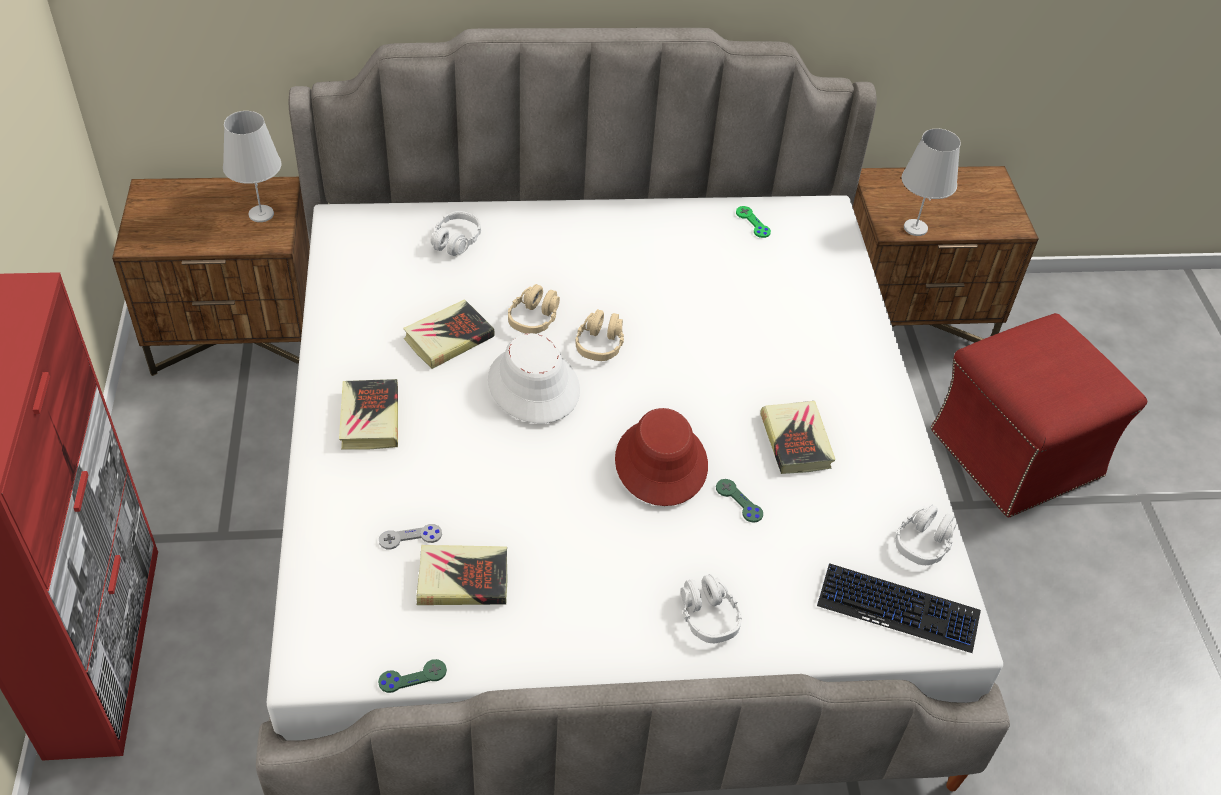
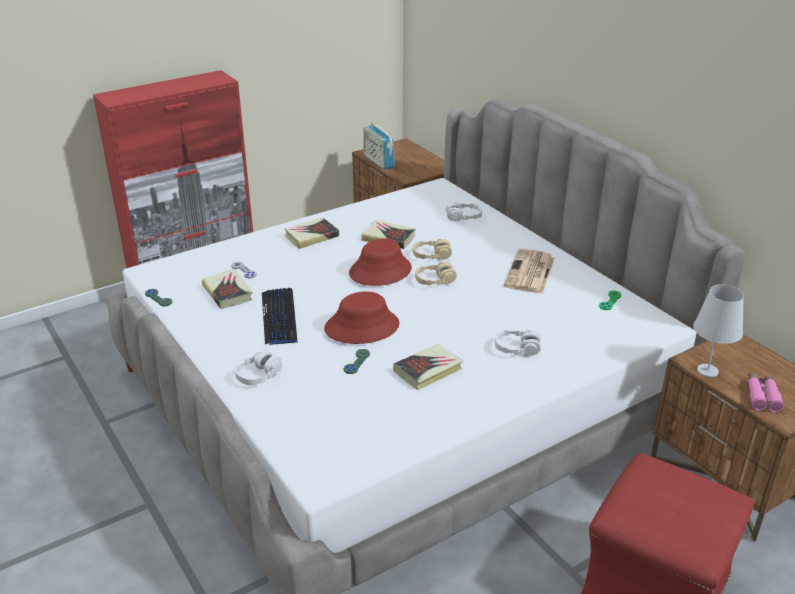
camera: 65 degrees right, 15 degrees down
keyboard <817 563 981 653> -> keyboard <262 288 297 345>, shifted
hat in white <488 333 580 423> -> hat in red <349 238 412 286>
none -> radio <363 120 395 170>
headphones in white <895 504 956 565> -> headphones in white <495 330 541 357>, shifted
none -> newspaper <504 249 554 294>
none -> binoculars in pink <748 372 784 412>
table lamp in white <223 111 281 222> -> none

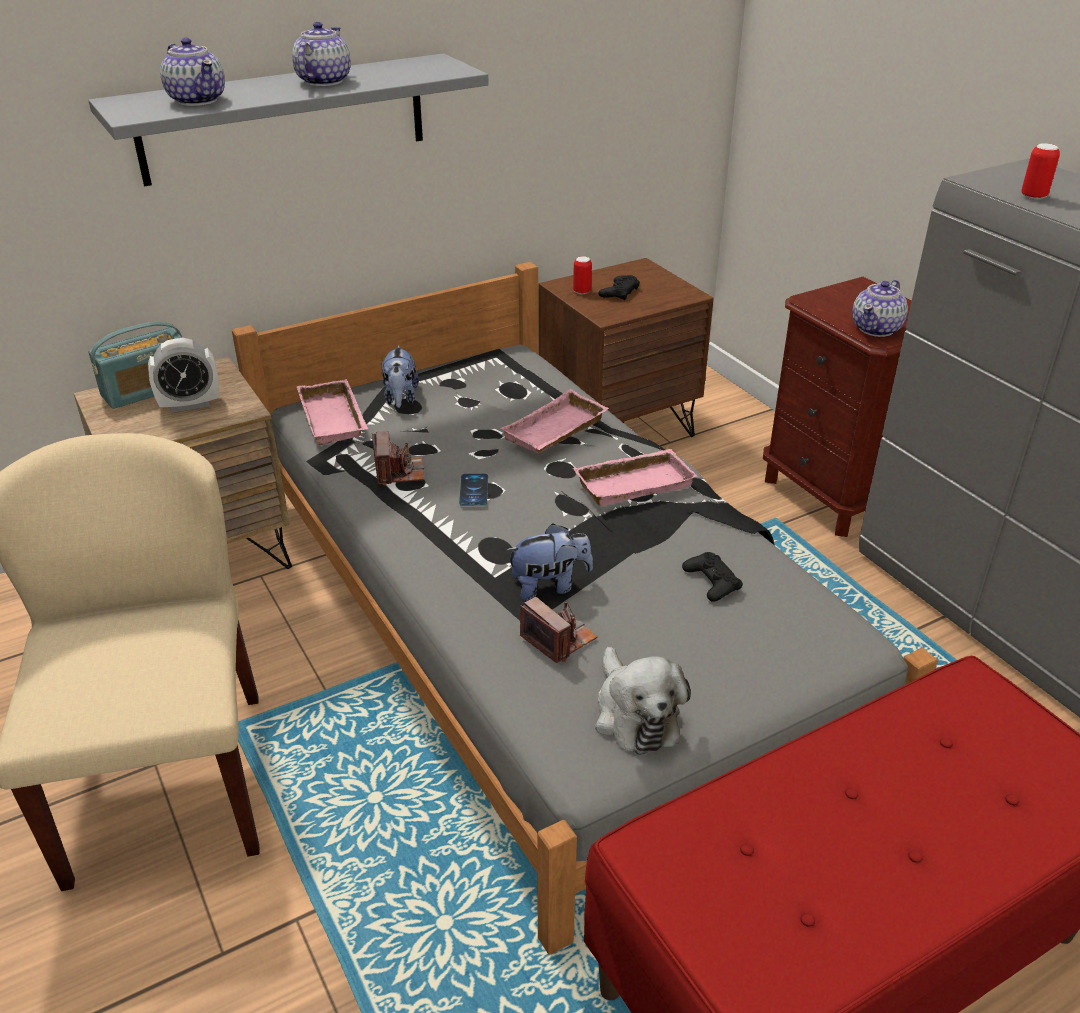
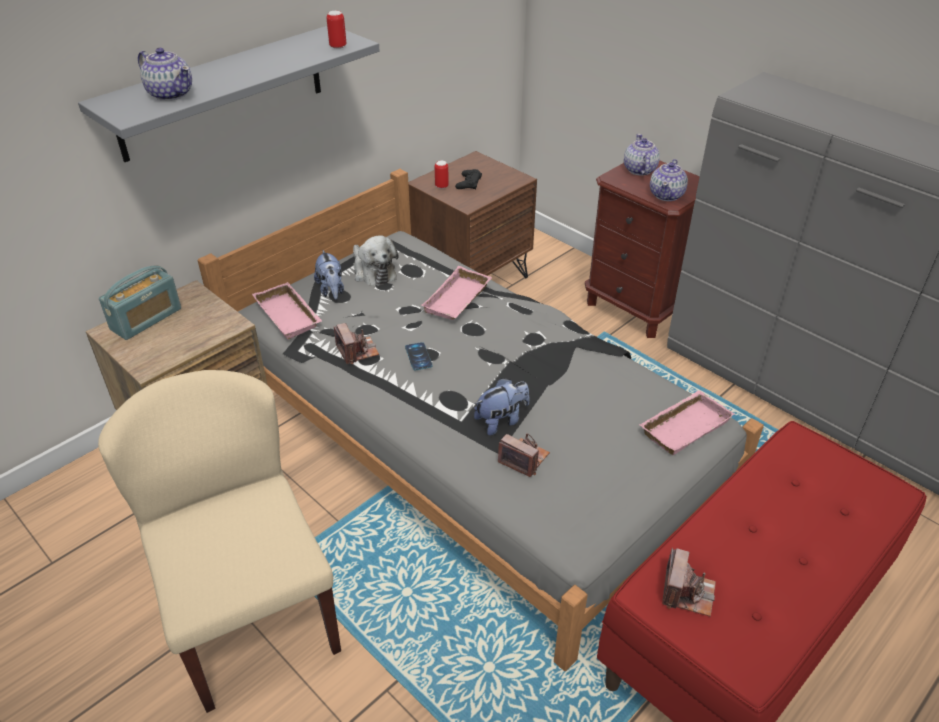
camera: 15 degrees left, 5 degrees up
can <1021 143 1060 200> -> can <326 11 346 49>, shifted
plush toy <595 647 691 755> -> plush toy <353 235 399 286>, shifted
teapot <292 22 351 86> -> teapot <624 134 660 175>, shifted
tray in pink <573 449 697 506> -> tray in pink <640 390 734 455>, shifted
none -> photo camera <662 548 716 616>
alarm clock <148 338 219 413> -> none
game controller in black <682 552 743 602> -> none

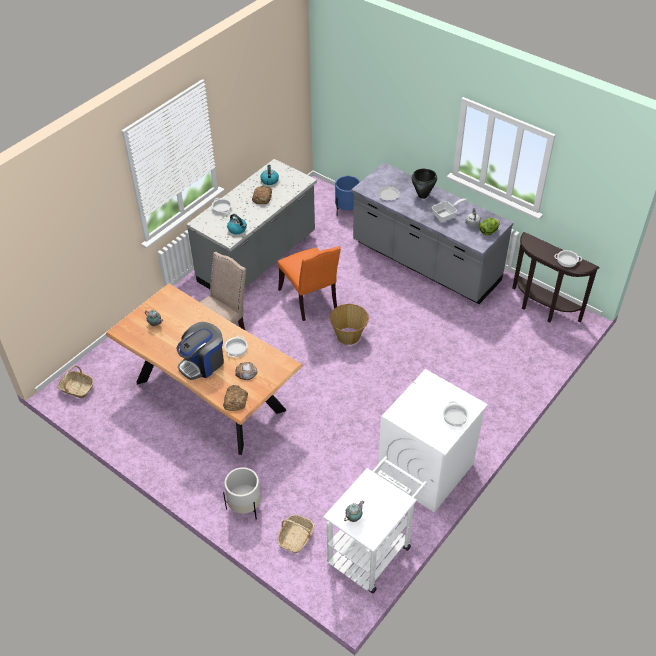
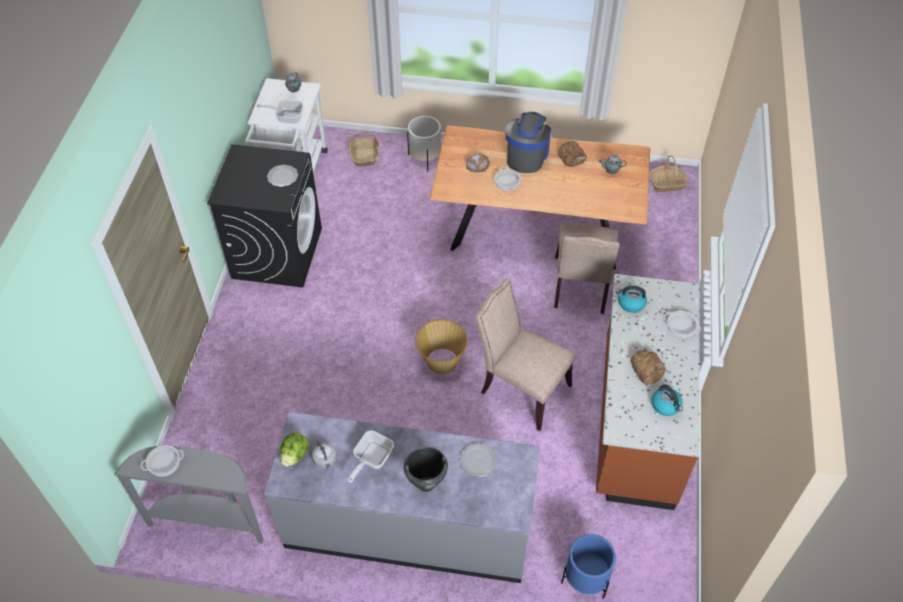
camera: 150 degrees right, 5 degrees up
console table in brown <512 232 599 323> -> console table in grey <114 446 264 543>
washing machine in white <378 369 488 512> -> washing machine in black <207 144 322 288>
none -> frying pan <256 100 303 123>
none -> plate <267 164 298 187>
chair in orange <278 246 341 321> -> chair in beige <475 279 576 431>
bread <223 385 248 411> -> bread <558 141 587 167>, shifted
counter in grey <186 159 317 289> -> counter in brown <596 274 700 510>
cooking pot <443 401 469 427> -> none

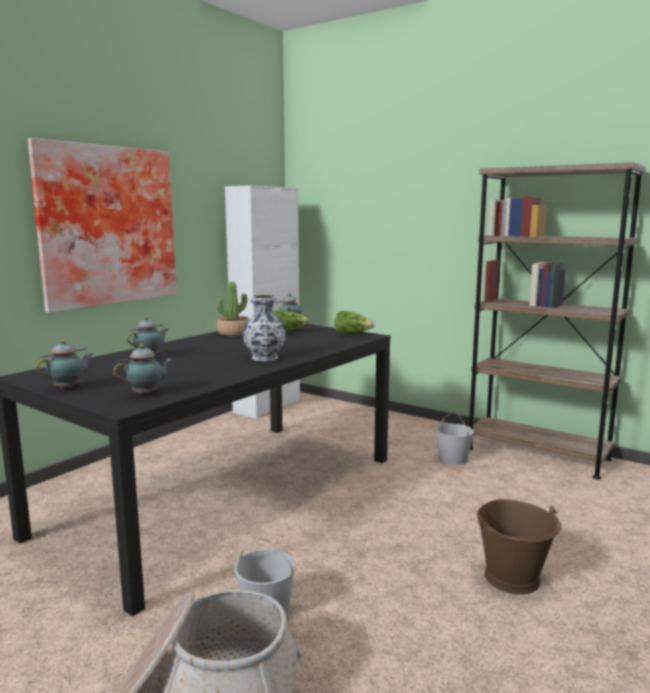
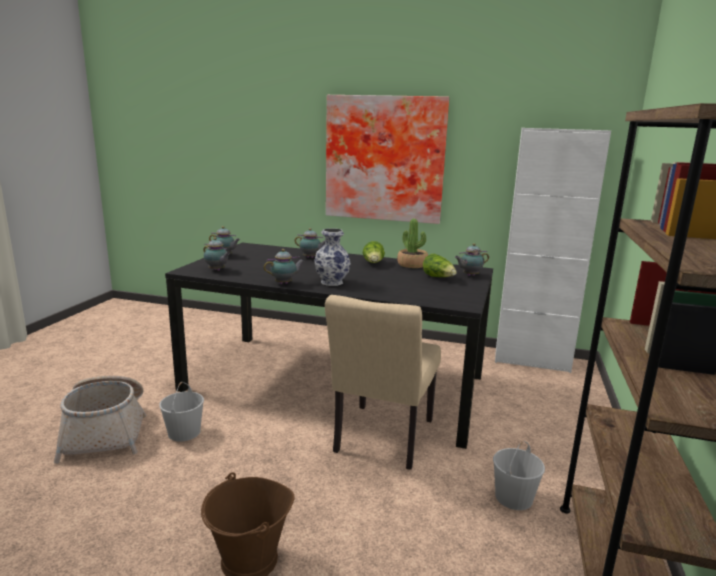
camera: 70 degrees right, 5 degrees up
none -> teapot <263 249 304 284>
none -> chair in beige <325 295 441 470>
lettuce <335 311 375 334> -> lettuce <363 241 385 263>, shifted

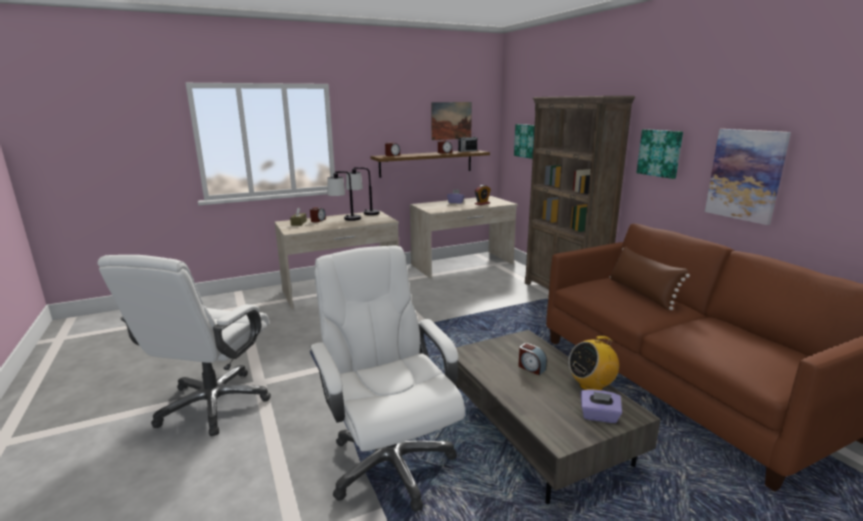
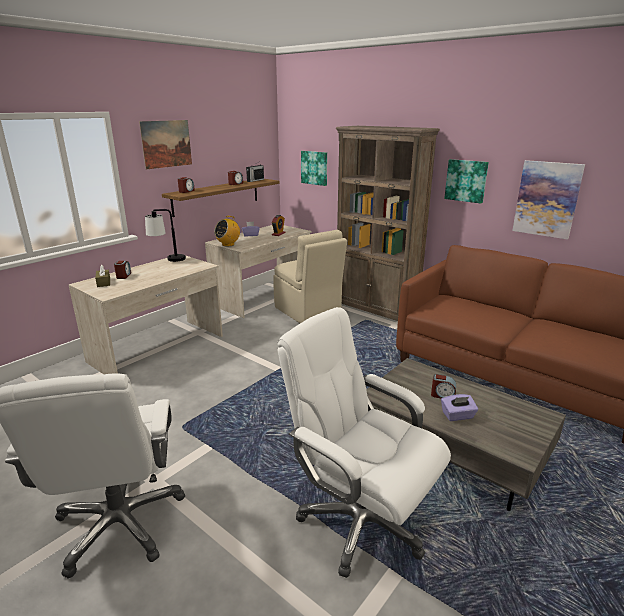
camera: 25 degrees left, 5 degrees up
picture <431 102 472 140> -> picture <139 120 192 169>, shifted
radio <568 336 619 390> -> radio <214 216 240 247>, shifted
none -> chair in beige <273 230 347 323>
tissue box in purple <580 390 622 423> -> tissue box in purple <441 394 478 421>, shifted
table lamp <327 171 361 221> -> none
pillow in brown <610 246 690 310> -> none

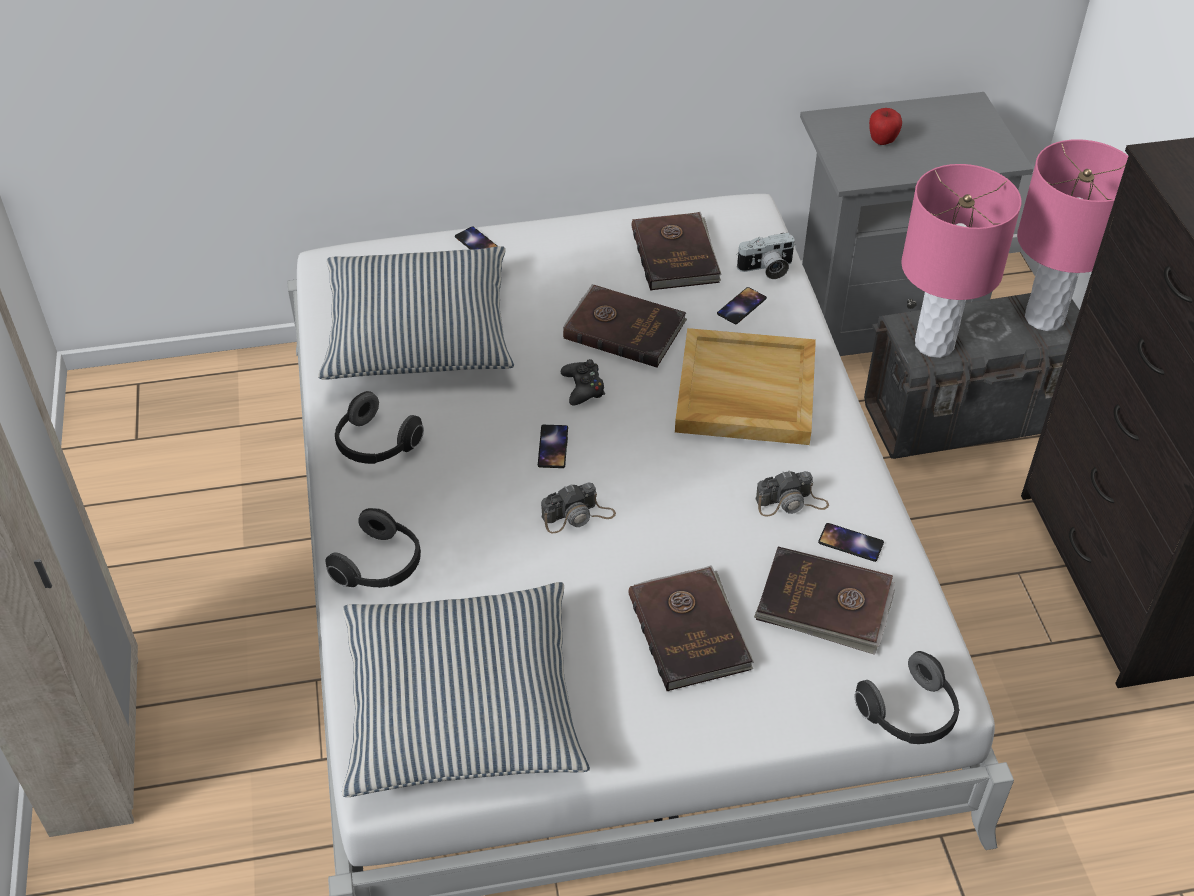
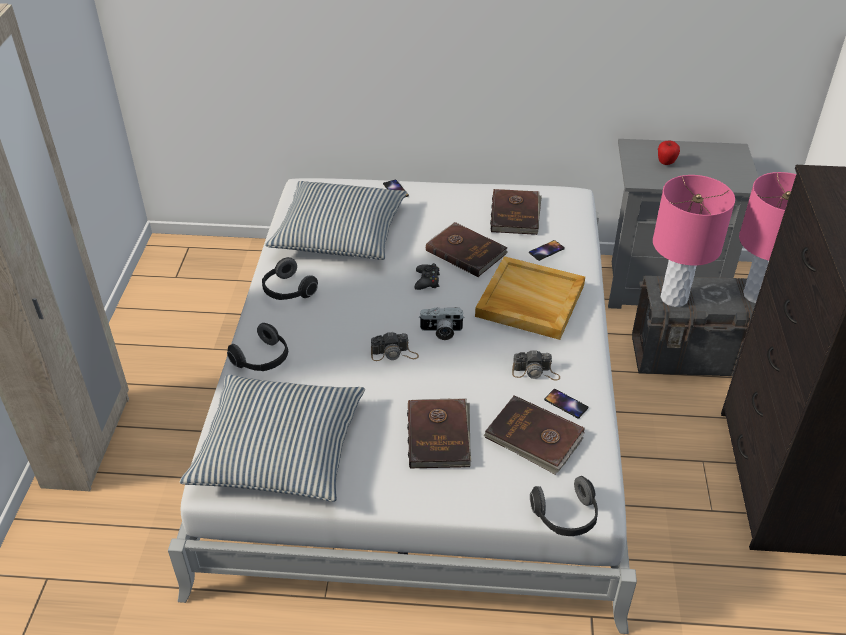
camera: 15 degrees right, 5 degrees down
photo camera <736 232 795 279> -> photo camera <419 307 465 340>, shifted
phone <538 425 568 468> -> none

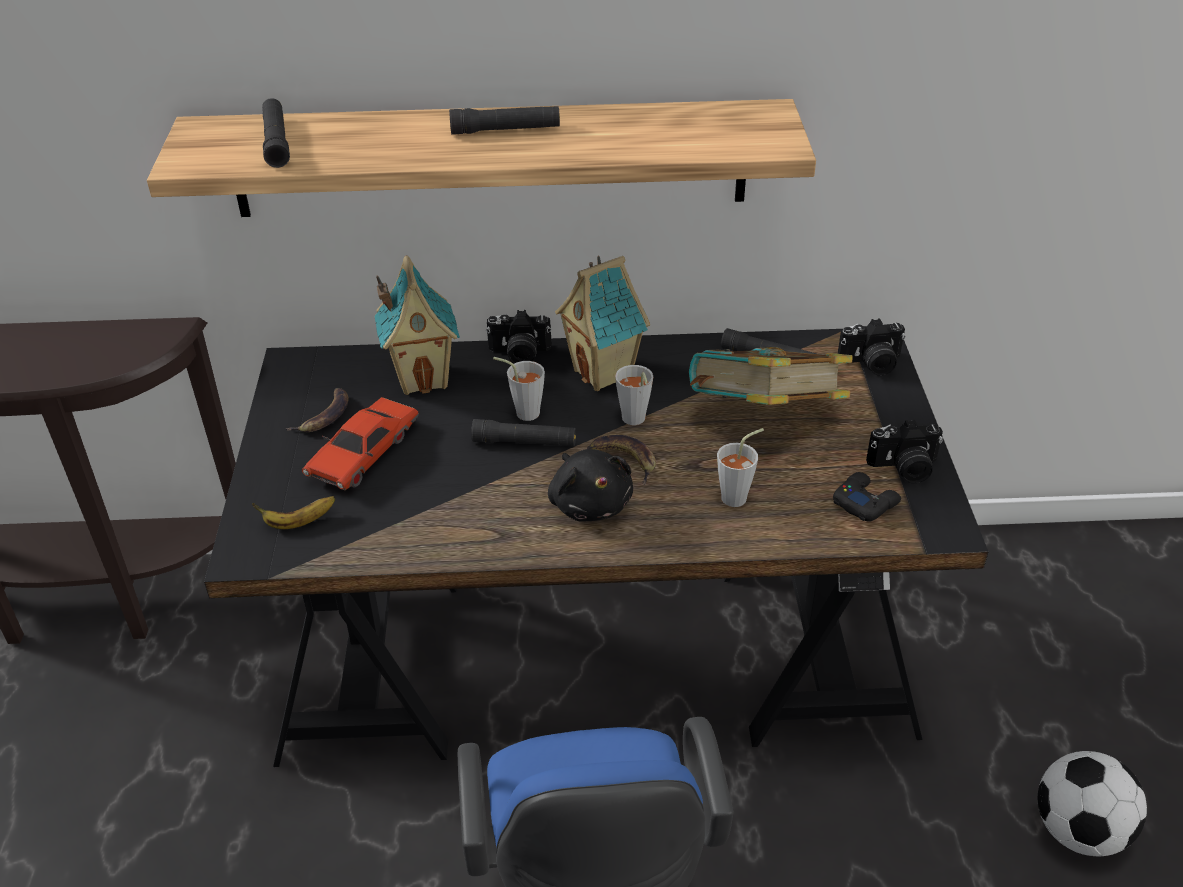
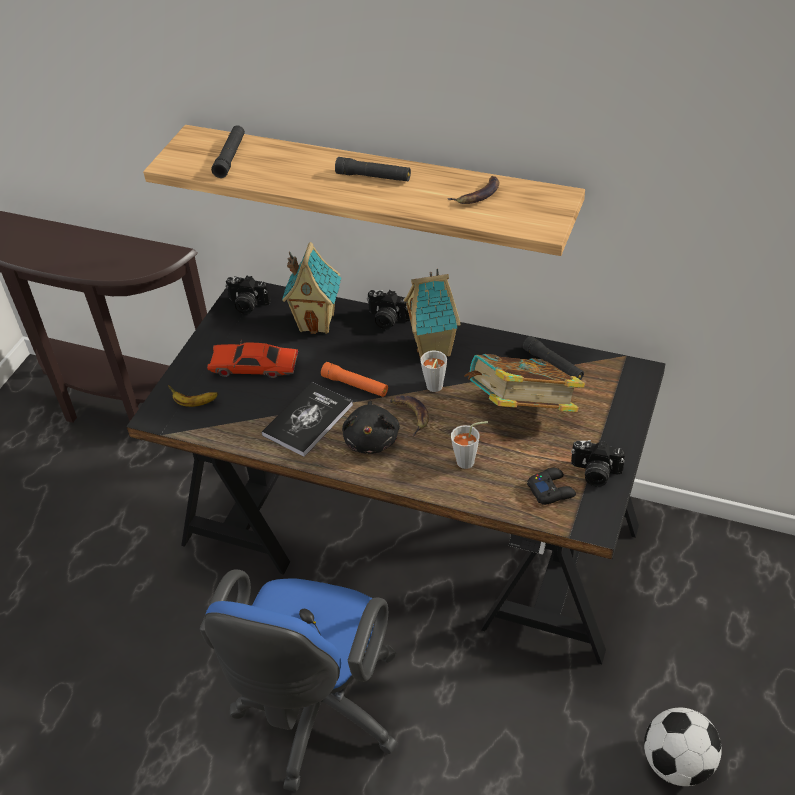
camera: 25 degrees right, 5 degrees up
toy car in red <302 397 419 491> -> toy car in red <207 340 298 378>, 45 degrees clockwise
photo camera <838 318 906 375> -> photo camera <225 276 271 314>, shifted
none -> book <262 382 353 457>
flashlight in black <471 419 576 446> -> flashlight in orange <321 362 388 397>
banana <286 388 349 432> -> banana <447 176 500 204>, shifted
cup in grey <493 357 545 421> -> none

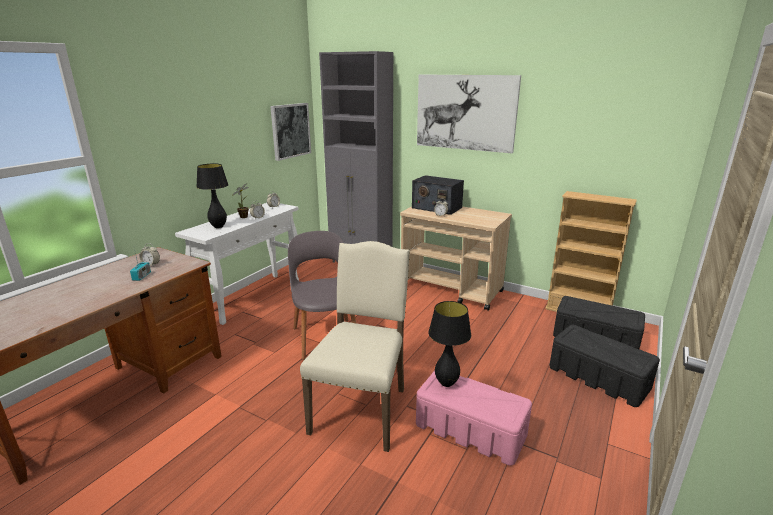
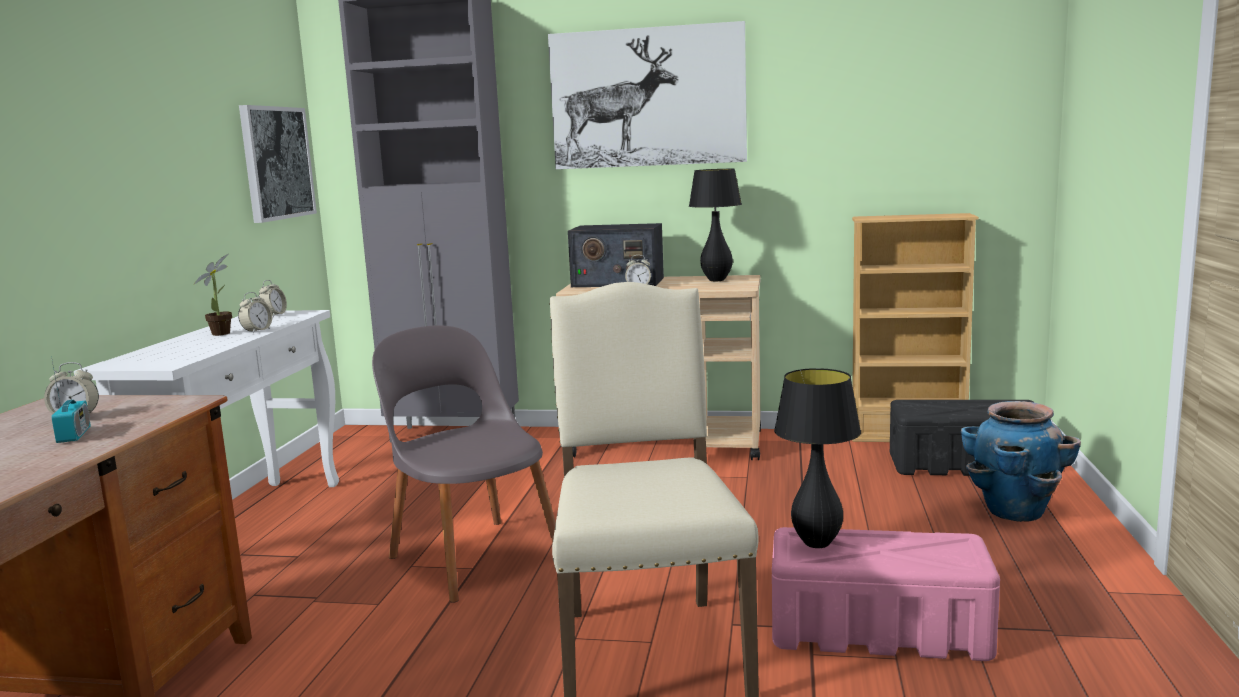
camera: 20 degrees left, 10 degrees down
table lamp in black <197 163 229 228> -> table lamp in black <689 169 742 281>, shifted
storage box in black <549 325 660 407> -> planter <961 401 1081 522>

